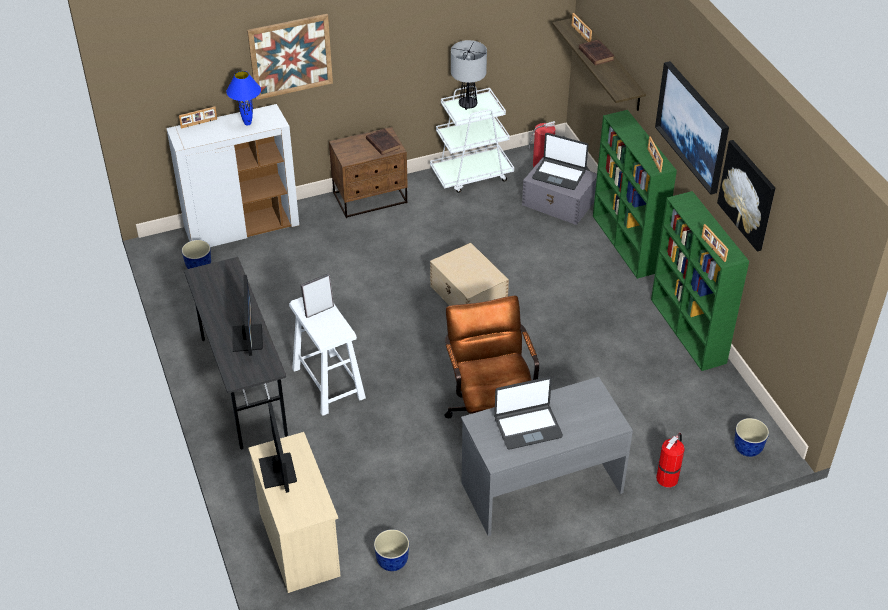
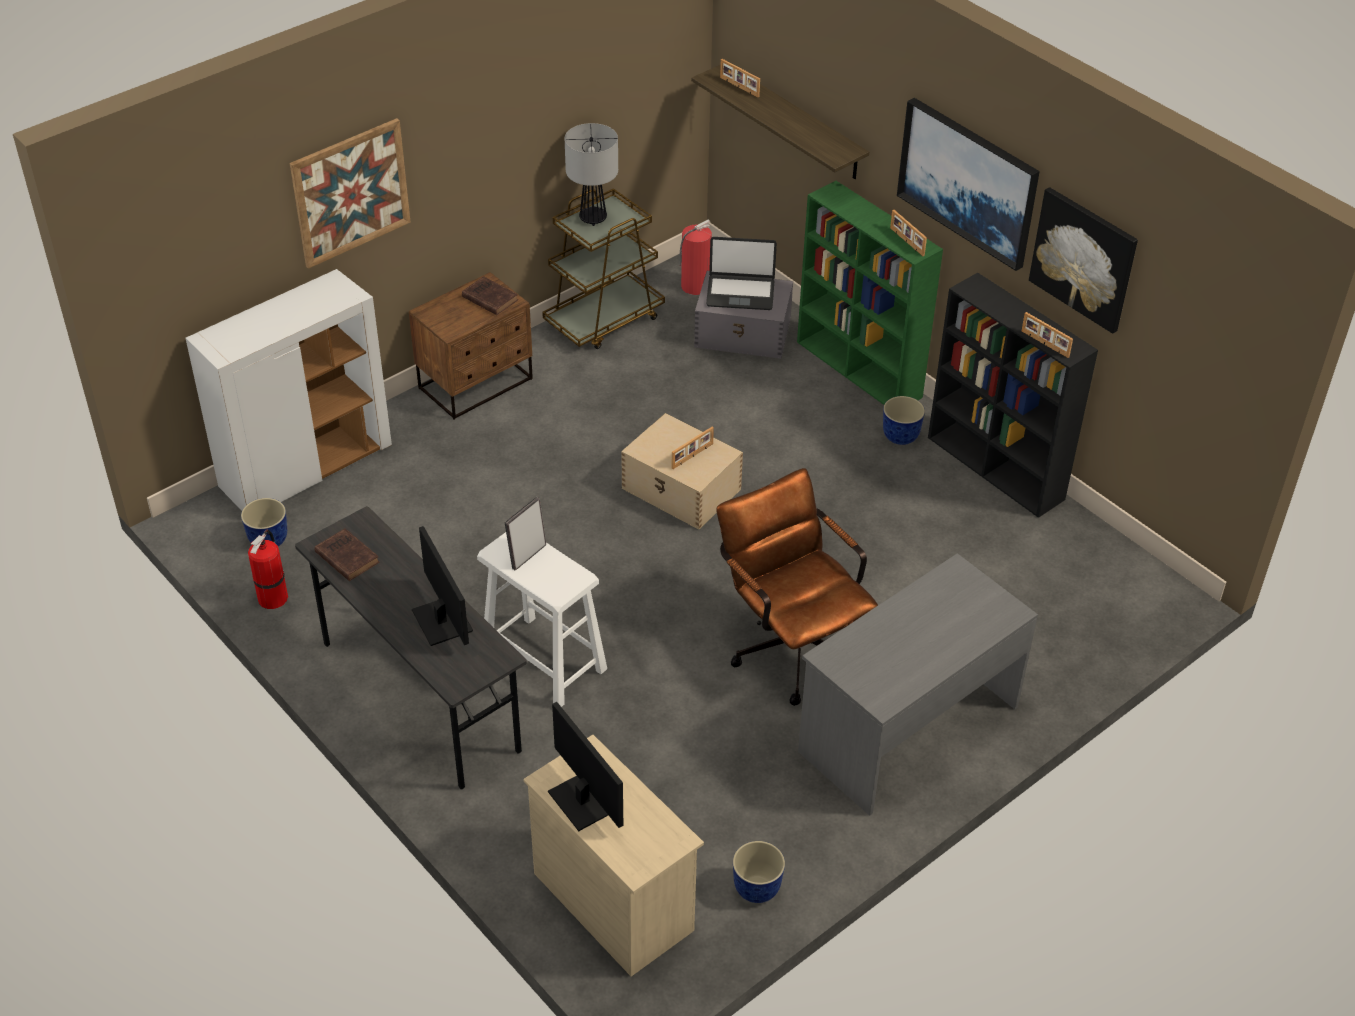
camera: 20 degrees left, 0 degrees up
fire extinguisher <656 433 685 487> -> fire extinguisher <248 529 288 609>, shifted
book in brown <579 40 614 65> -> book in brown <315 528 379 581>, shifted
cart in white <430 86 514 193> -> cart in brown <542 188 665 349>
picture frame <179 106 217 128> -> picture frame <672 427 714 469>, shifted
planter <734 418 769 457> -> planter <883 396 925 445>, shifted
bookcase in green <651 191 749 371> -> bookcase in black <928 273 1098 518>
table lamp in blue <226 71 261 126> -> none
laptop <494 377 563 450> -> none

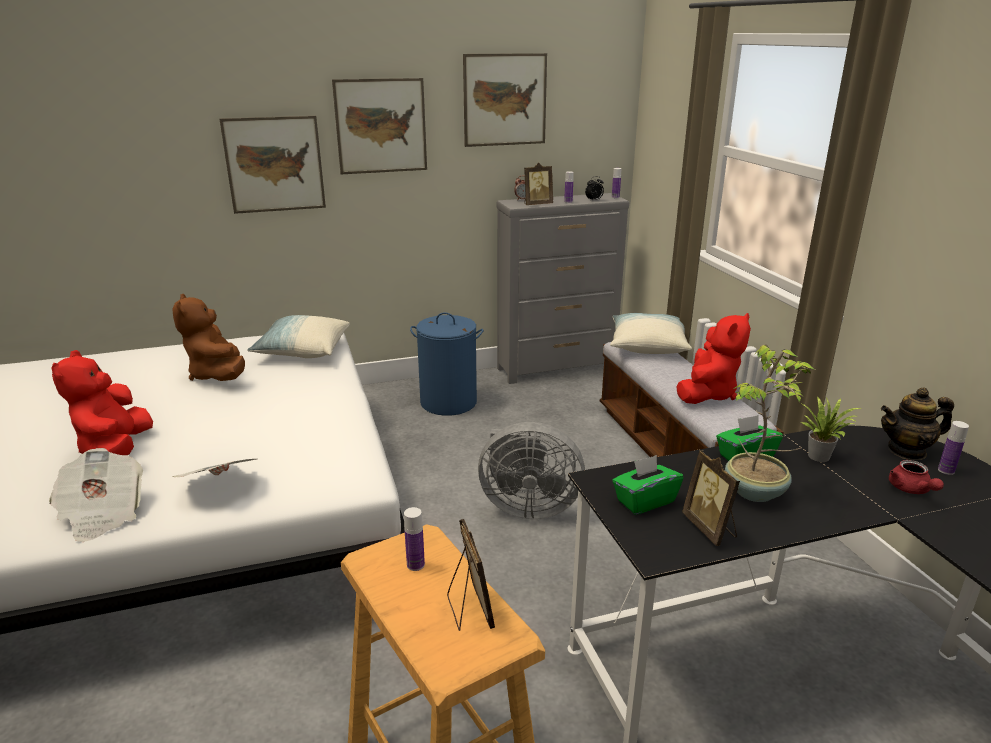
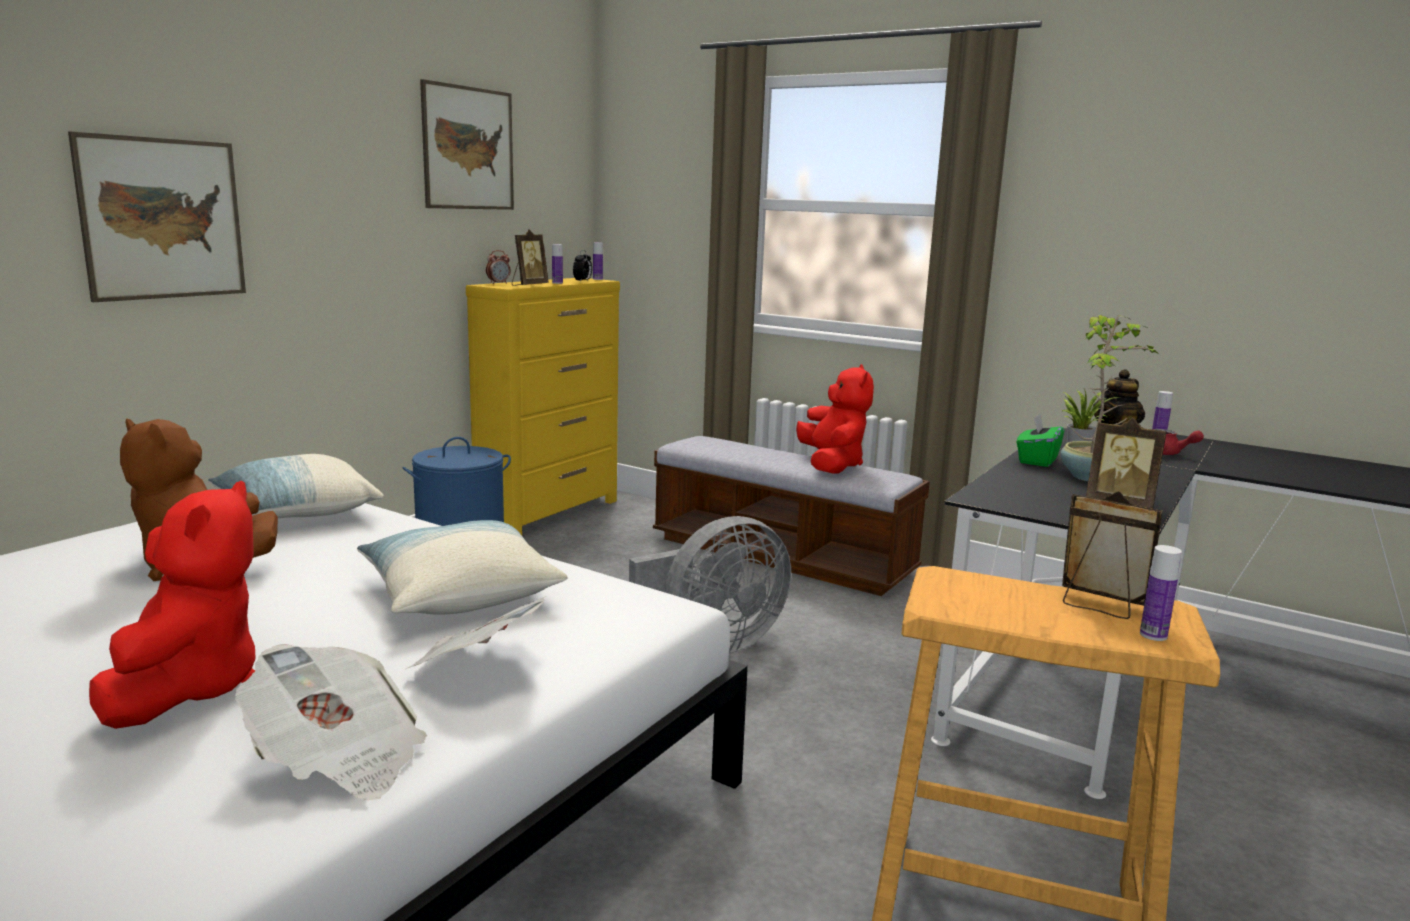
camera: 40 degrees left, 10 degrees down
plush toy in red <51 350 153 455> -> plush toy in red <89 481 256 729>, 135 degrees counterclockwise
pillow <610 313 692 354> -> pillow <357 520 568 615>, shifted
dresser in grey <497 193 629 384> -> dresser in yellow <466 278 620 535>
bottle <404 507 425 571> -> bottle <1140 545 1182 641>, shifted
picture <332 78 427 174> -> none
tissue box in green <612 455 684 515> -> none

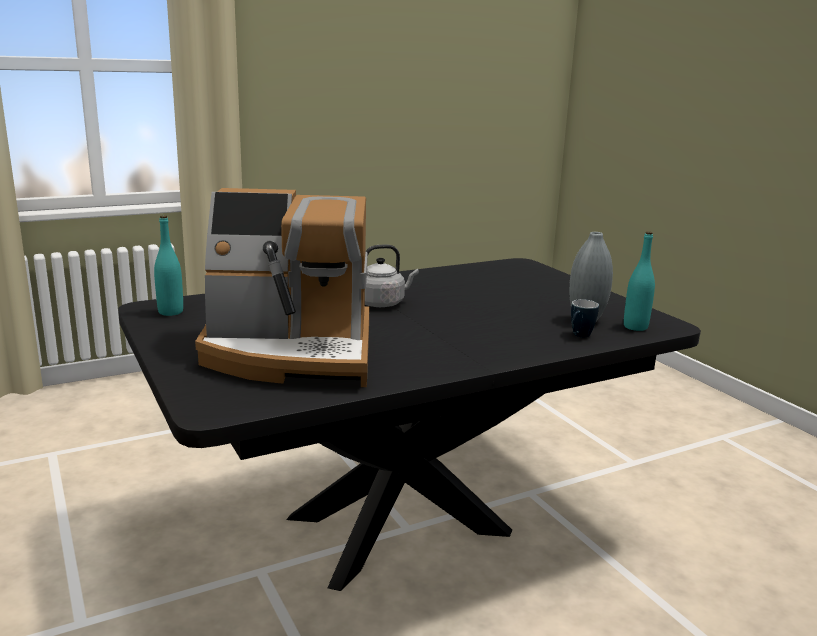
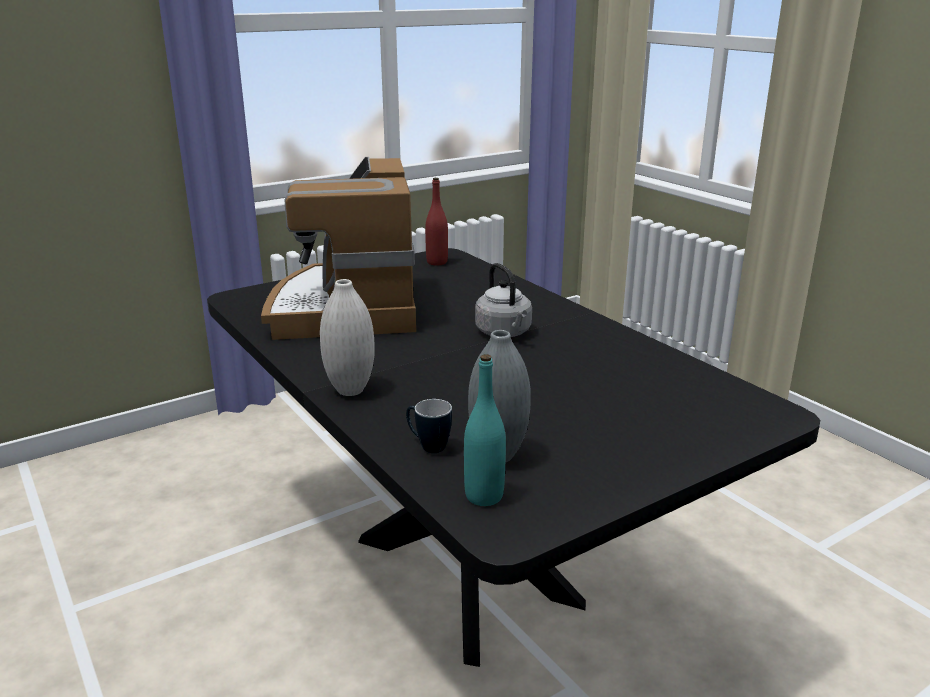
camera: 85 degrees right, 5 degrees up
none -> vase in white <320 279 375 396>
bottle in turquoise <154 215 183 316> -> bottle in red <425 178 448 265>

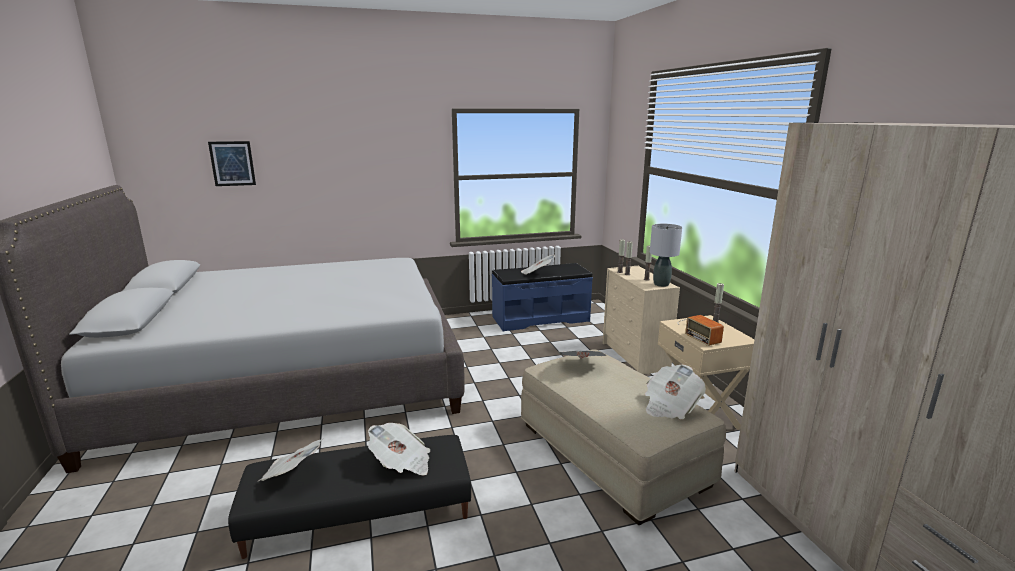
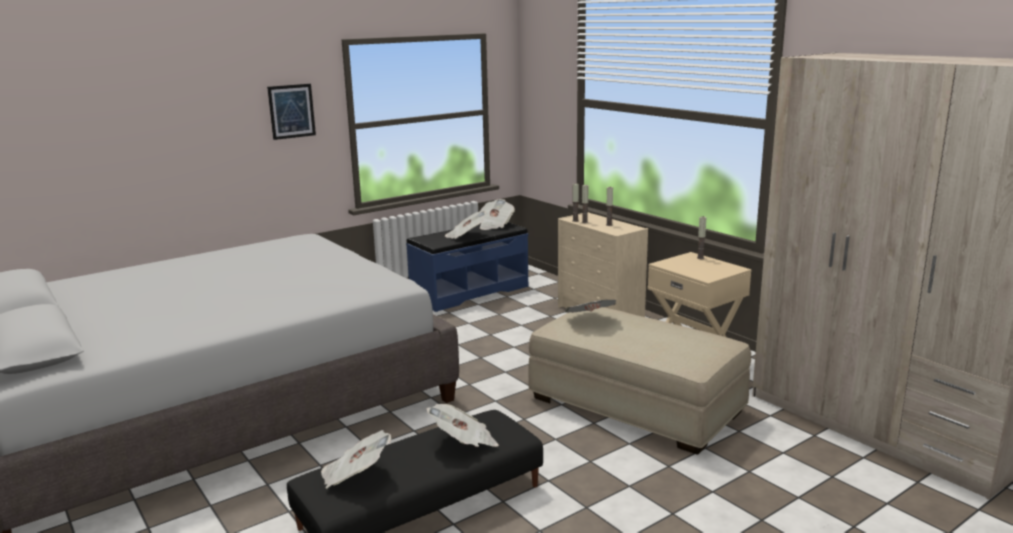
camera: 20 degrees left, 0 degrees up
picture <208 141 256 186> -> picture <267 84 316 140>, shifted
newspaper <645 365 706 419> -> newspaper <479 199 515 230>, shifted
table lamp in grey <650 224 682 287> -> none
radio <679 315 724 346> -> none

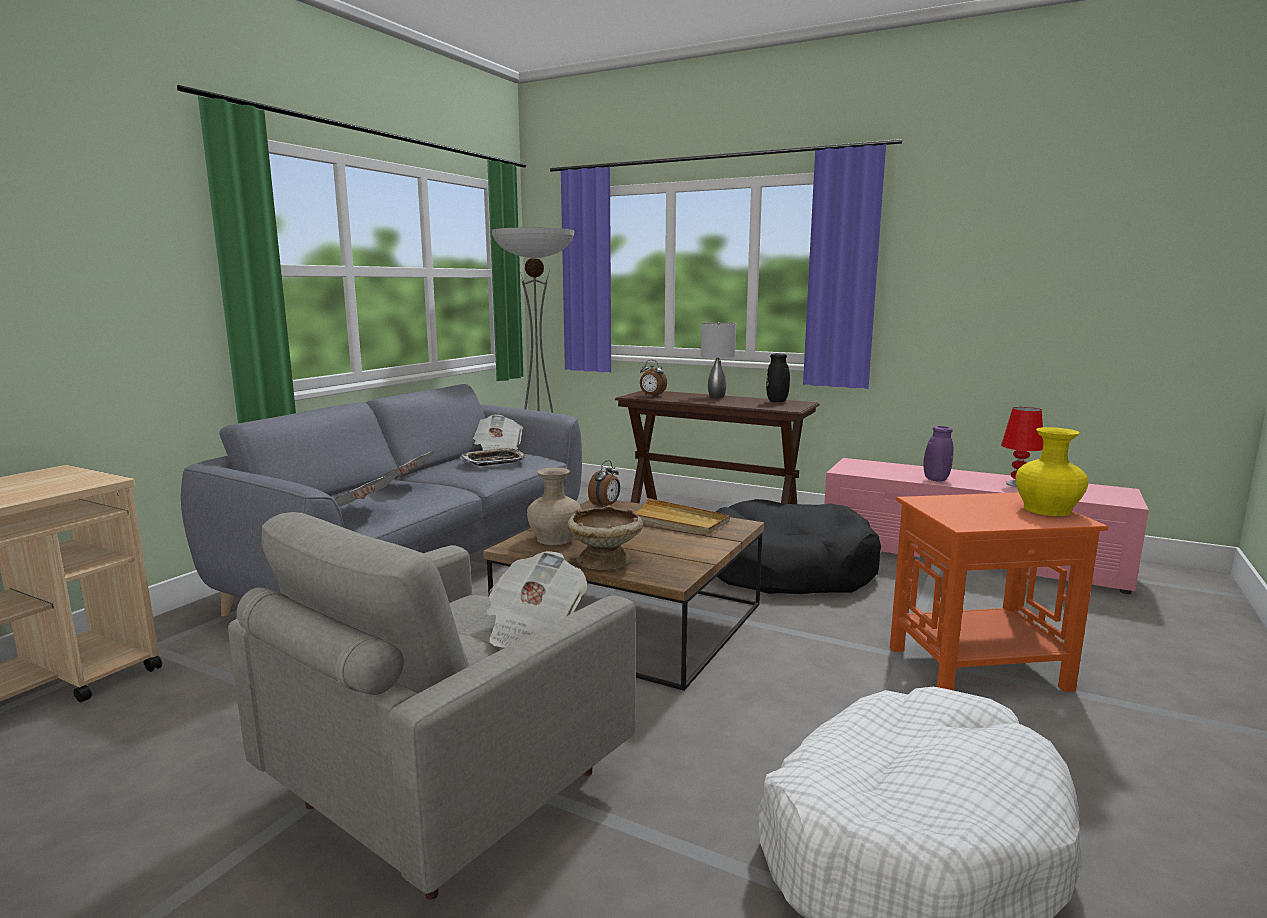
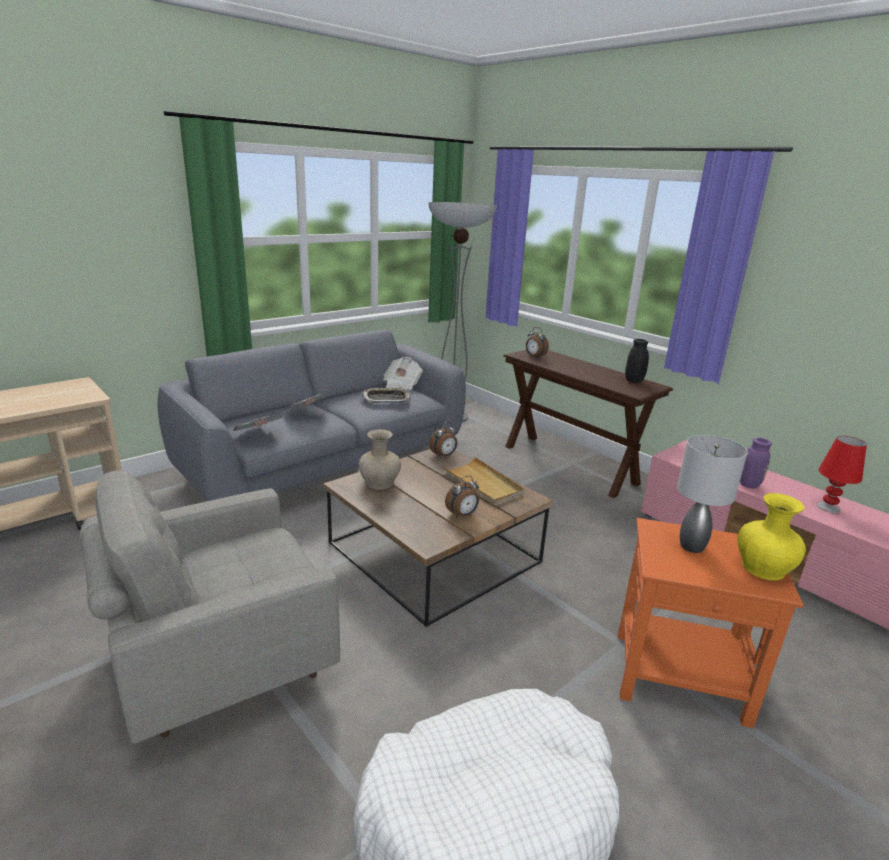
camera: 20 degrees right, 10 degrees up
none -> alarm clock <445 475 479 518>
table lamp in grey <701 322 736 398> -> table lamp in grey <677 435 748 553>, shifted
newspaper <486 551 587 648> -> none
bowl in beige <567 505 643 570> -> none
dog bed in black <716 499 881 594> -> none

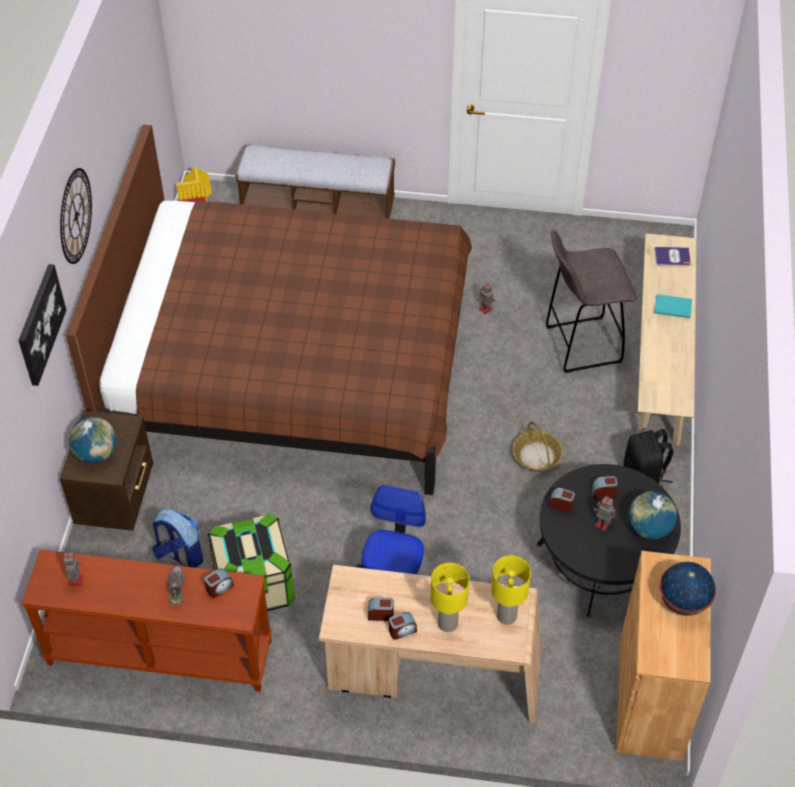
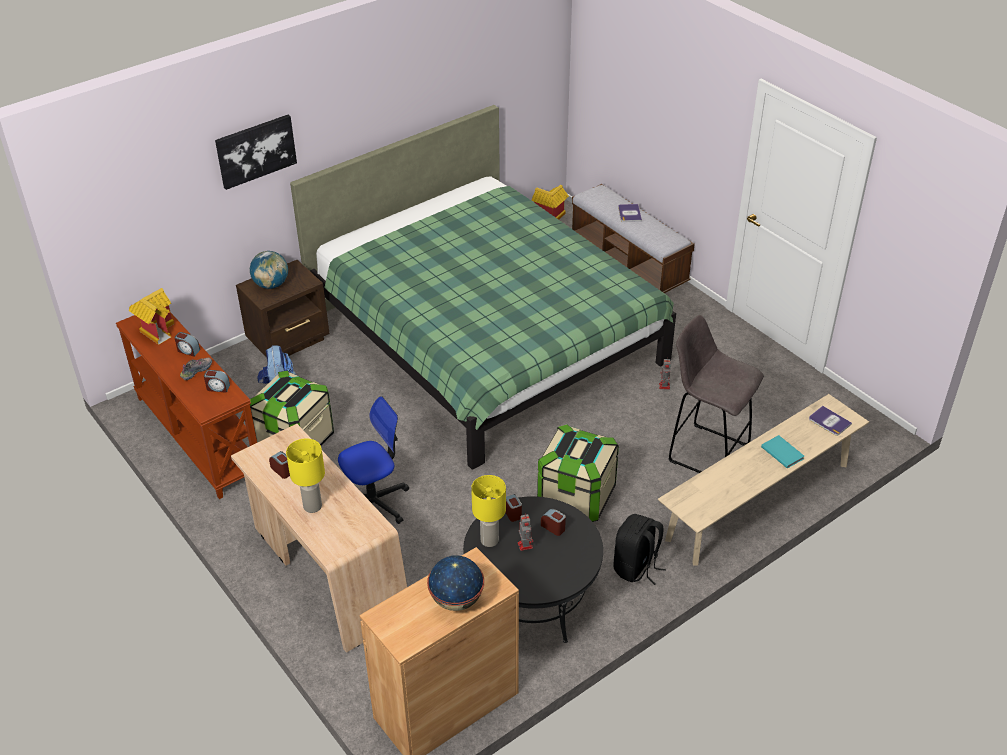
camera: 45 degrees right, 10 degrees down
toy robot <64 553 84 586> -> toy house <128 288 174 345>
alarm clock <389 612 417 640> -> alarm clock <174 332 200 357>, shifted
bed in brown <66 125 472 495> -> bed in green <290 105 676 470>
table lamp in yellow <491 555 531 625> -> table lamp in yellow <471 475 506 547>, shifted
basket <513 422 563 472> -> storage box <537 424 619 522>
none -> book <618 204 642 222>
wall clock <60 168 92 264> -> none
globe <629 491 677 539> -> none

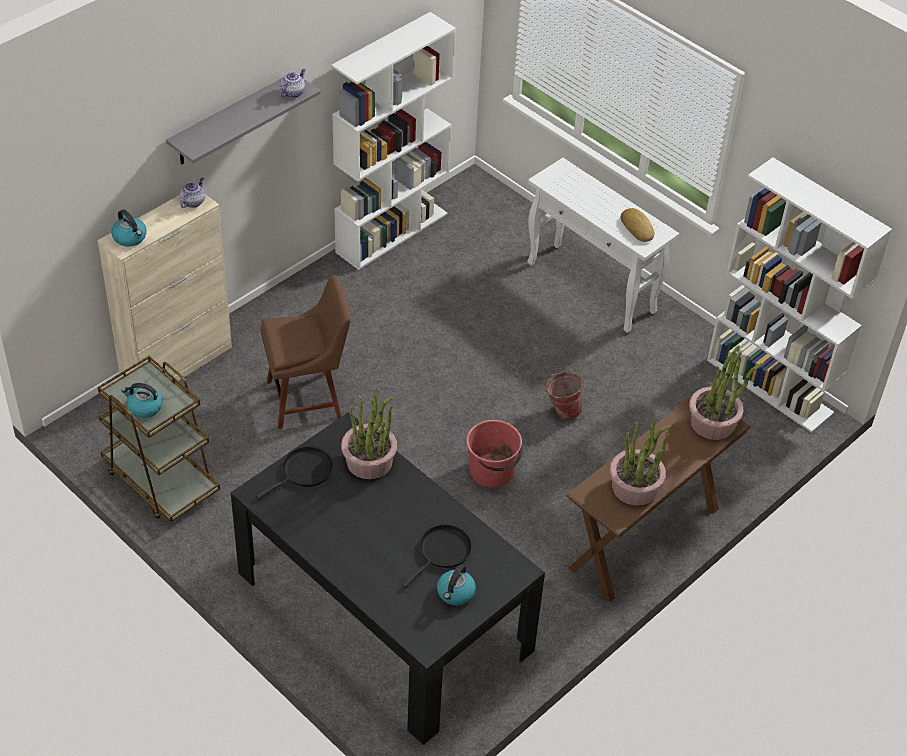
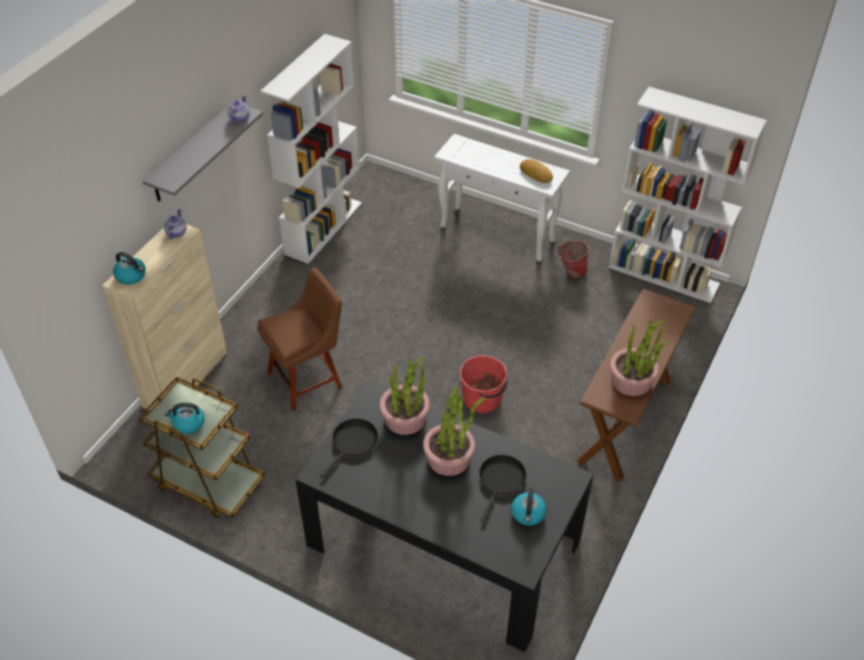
camera: 15 degrees left, 0 degrees up
potted plant <689 345 765 440> -> potted plant <423 385 485 476>, shifted
bucket <545 371 586 420> -> bucket <558 240 590 279>, shifted

